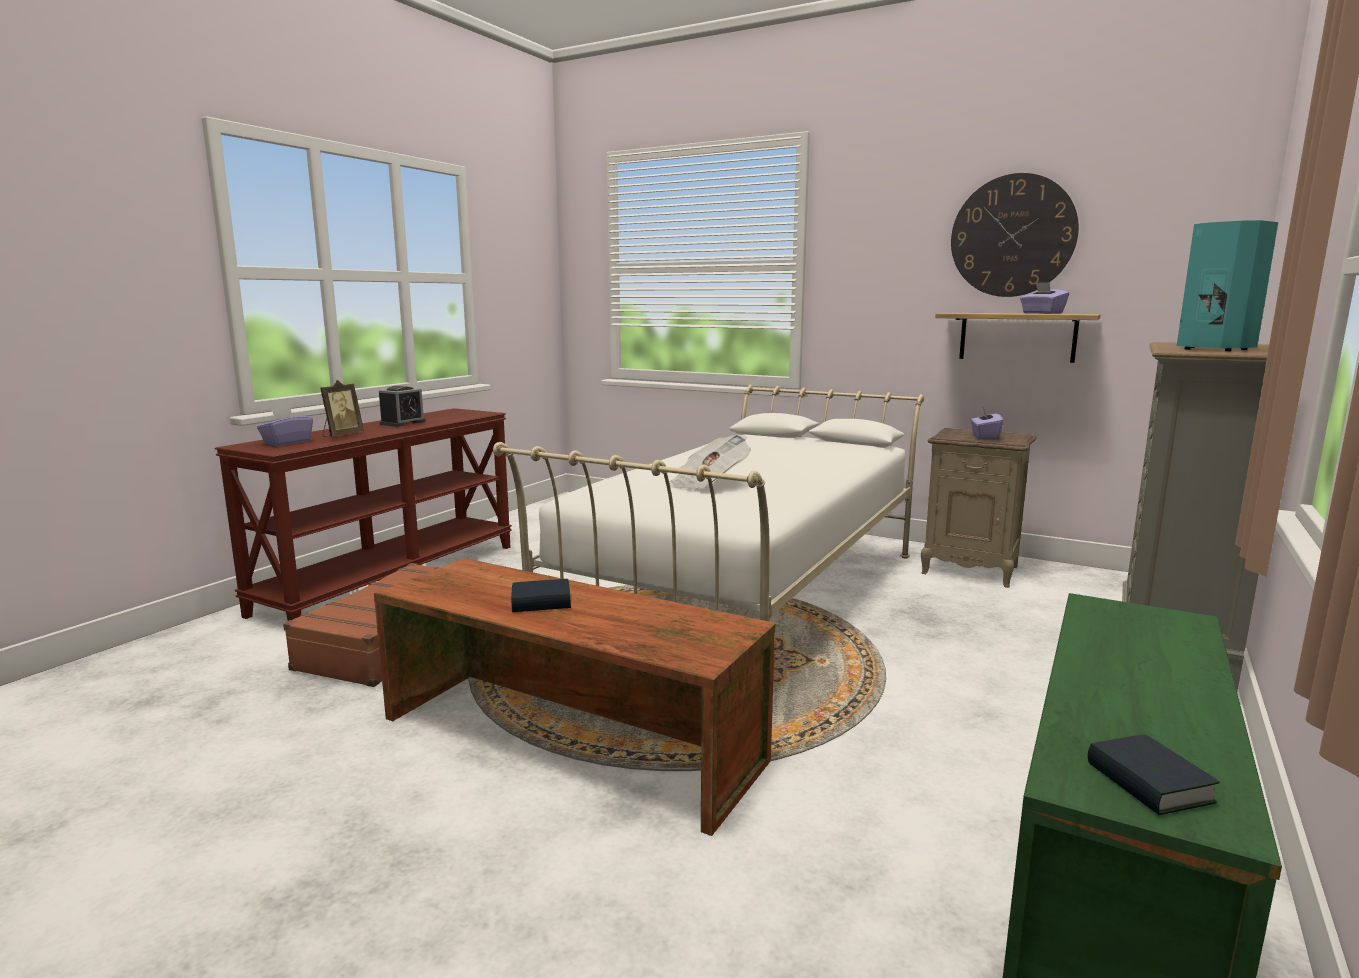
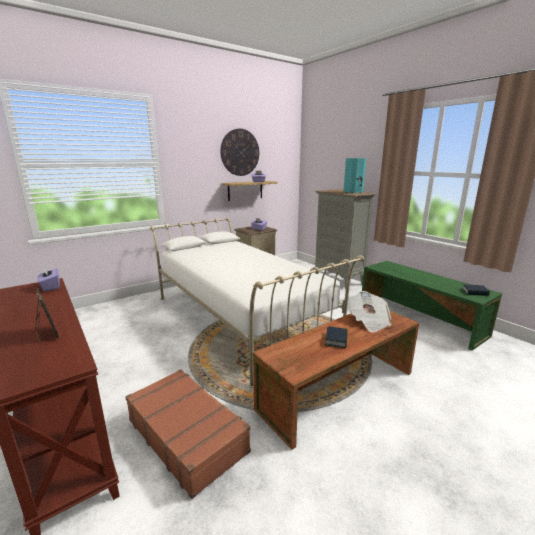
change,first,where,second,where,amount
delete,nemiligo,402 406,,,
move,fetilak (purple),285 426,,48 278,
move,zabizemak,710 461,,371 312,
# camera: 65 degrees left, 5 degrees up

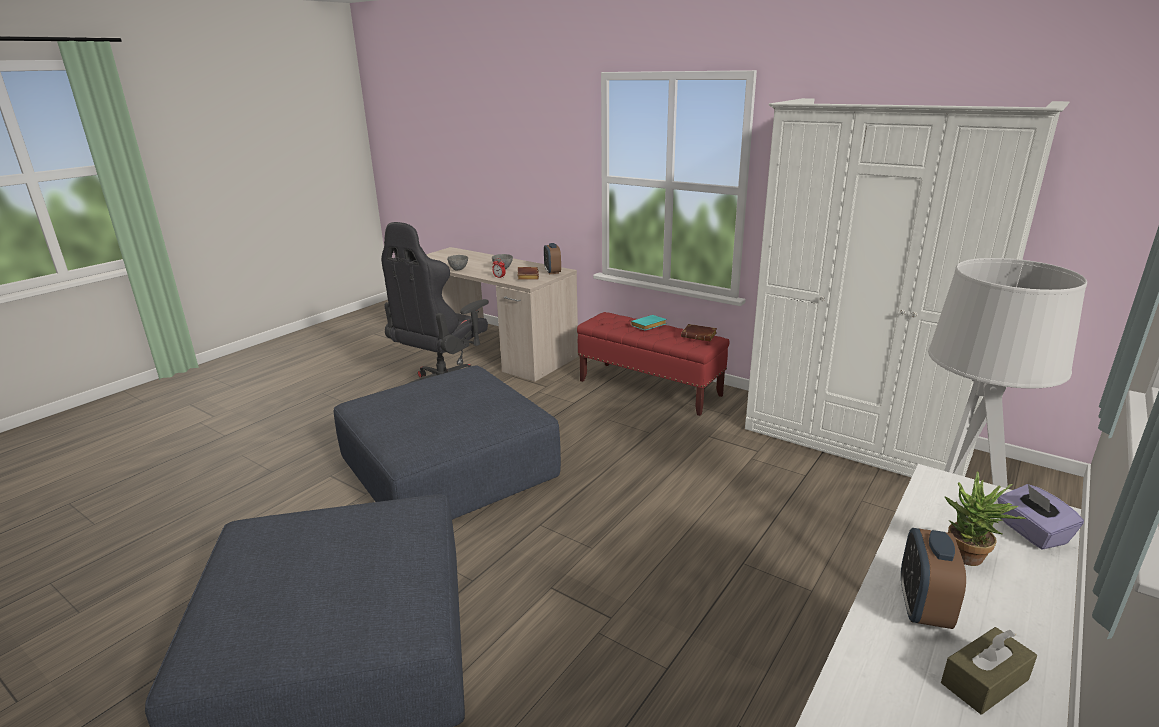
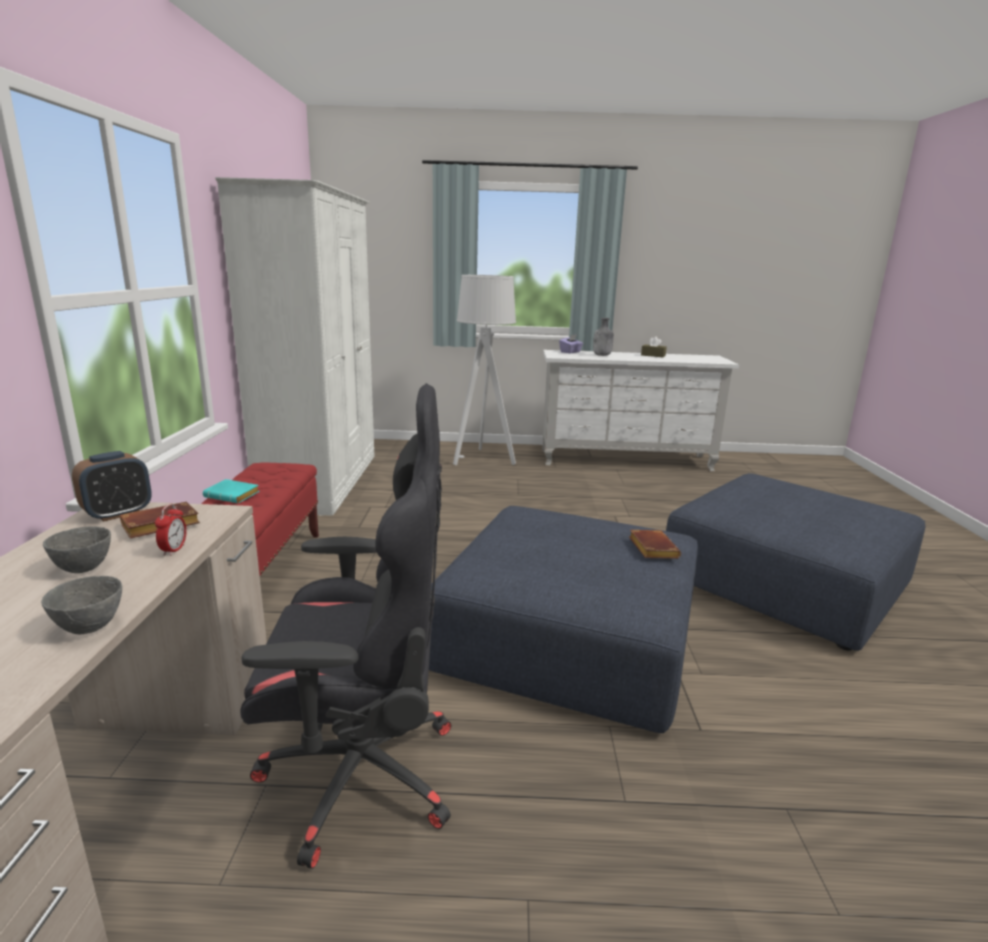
change,first,where,second,where,amount
delete,nemiligo,933 578,,,
move,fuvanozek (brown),699 332,,655 544,
replace,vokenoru,985 518,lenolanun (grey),603 337,
# camera: 125 degrees left, 5 degrees down

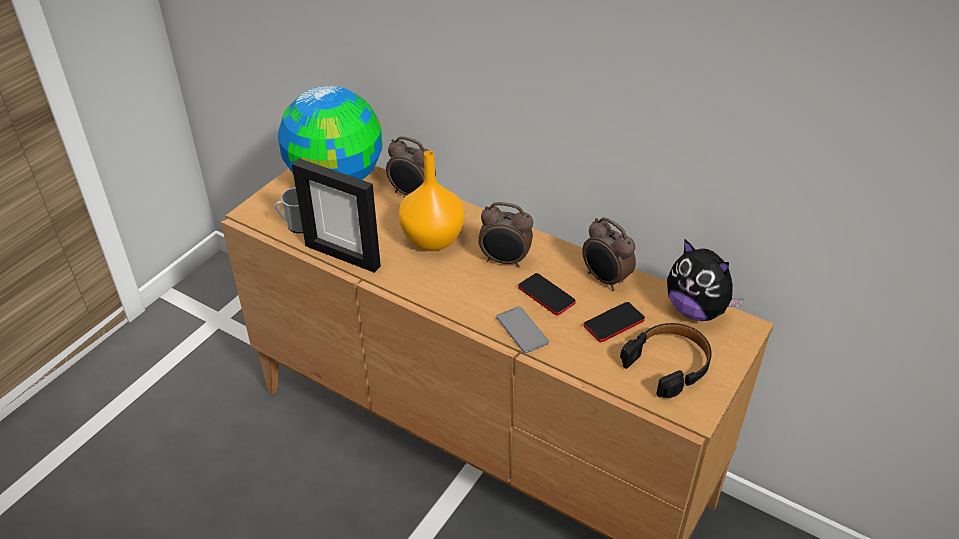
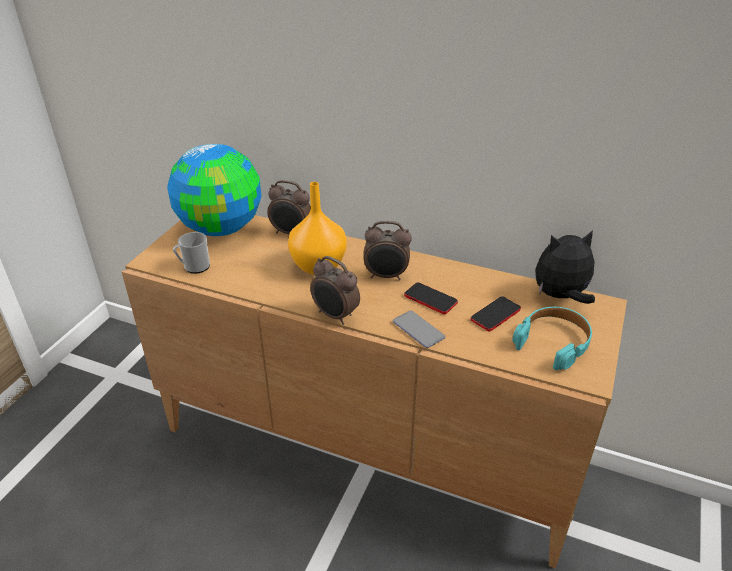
change,first,where,second,where,amount
delete,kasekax,336 215,,,
move,nemiligo,609 254,,335 290,
recolor,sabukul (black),666 360,sabukul (turquoise),552 338,
rotate,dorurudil,705 280,,565 267,135 degrees clockwise
# camera: 10 degrees left, 5 degrees down

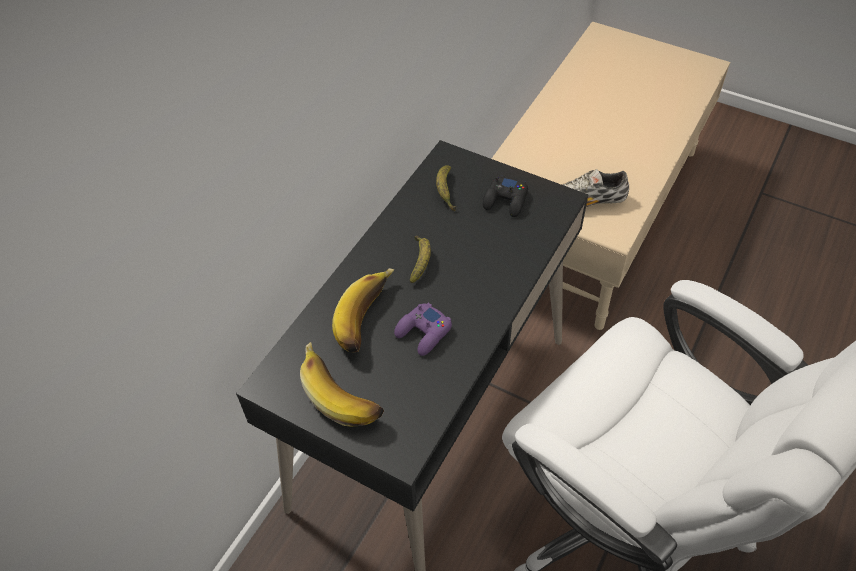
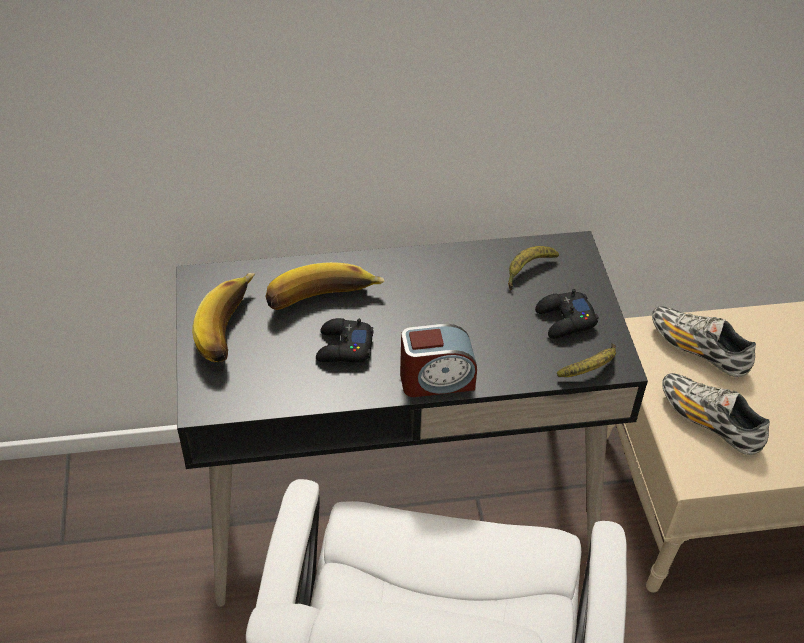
change,first,where,second,where,amount
insert,,,nemiligo,438 360,
insert,,,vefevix,704 341,
move,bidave,420 259,,586 360,
recolor,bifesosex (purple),423 329,bifesosex (black),344 340,
# camera: 50 degrees right, 5 degrees down

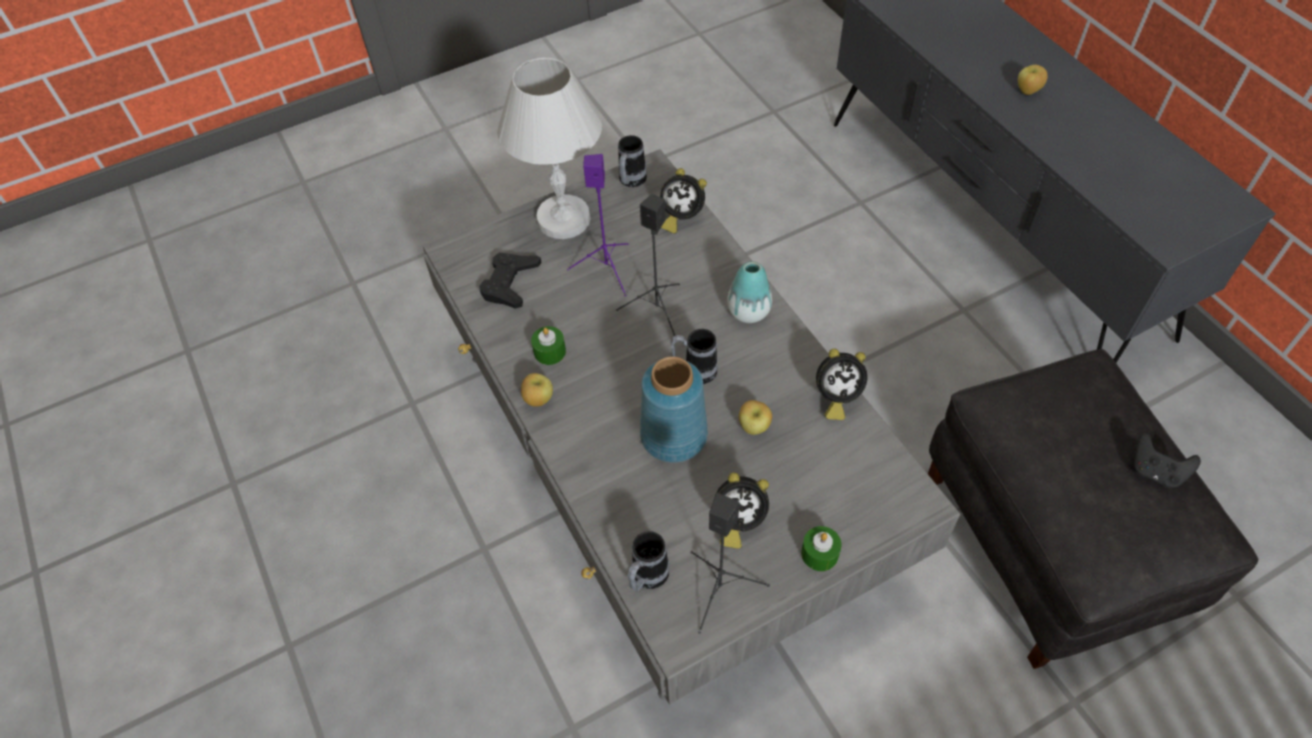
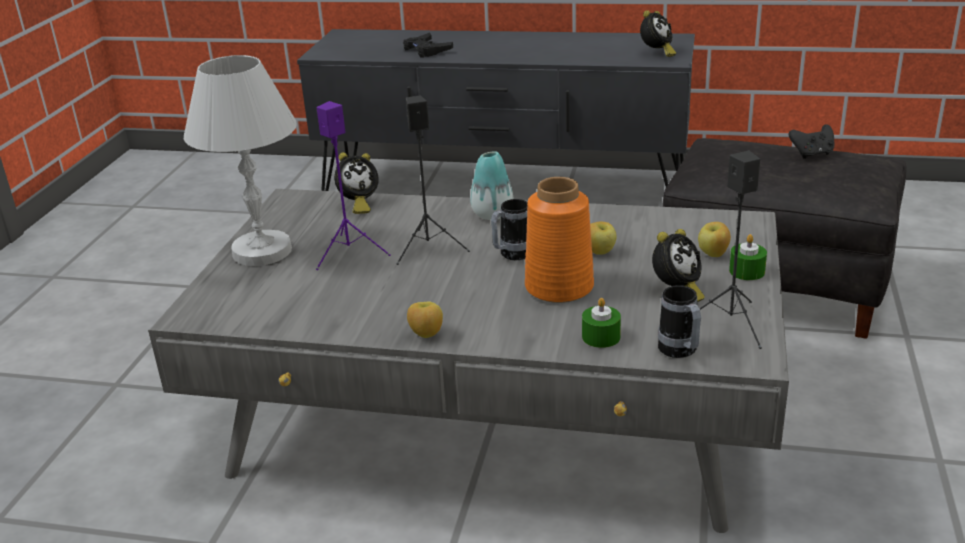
change,first,where,second,where,amount
delete,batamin,632 161,,,
move,bifesosex (black),510 280,,428 45,
move,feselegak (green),548 345,,601 323,
move,nemiligo,842 384,,658 33,
move,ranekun,1033 80,,714 239,
recolor,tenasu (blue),674 409,tenasu (orange),559 240,
# camera: 50 degrees left, 25 degrees down

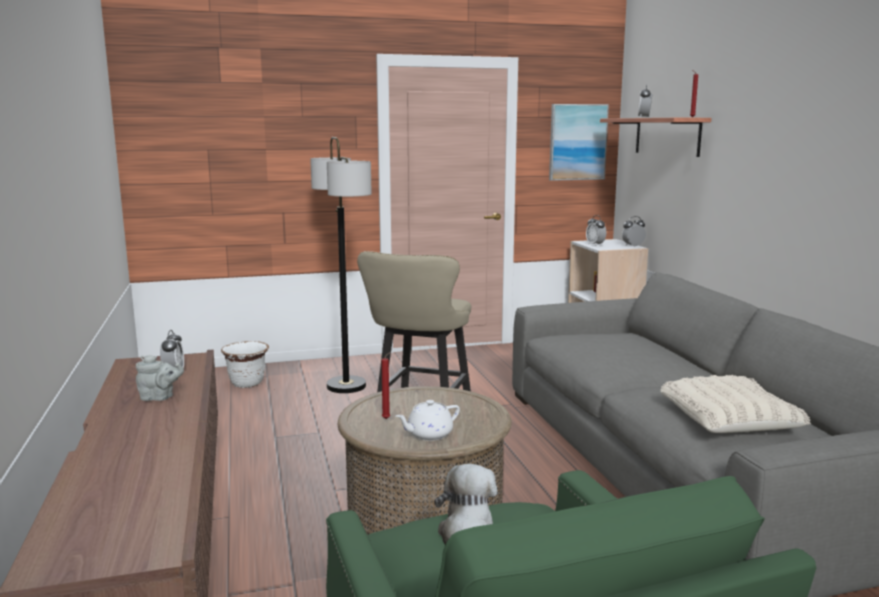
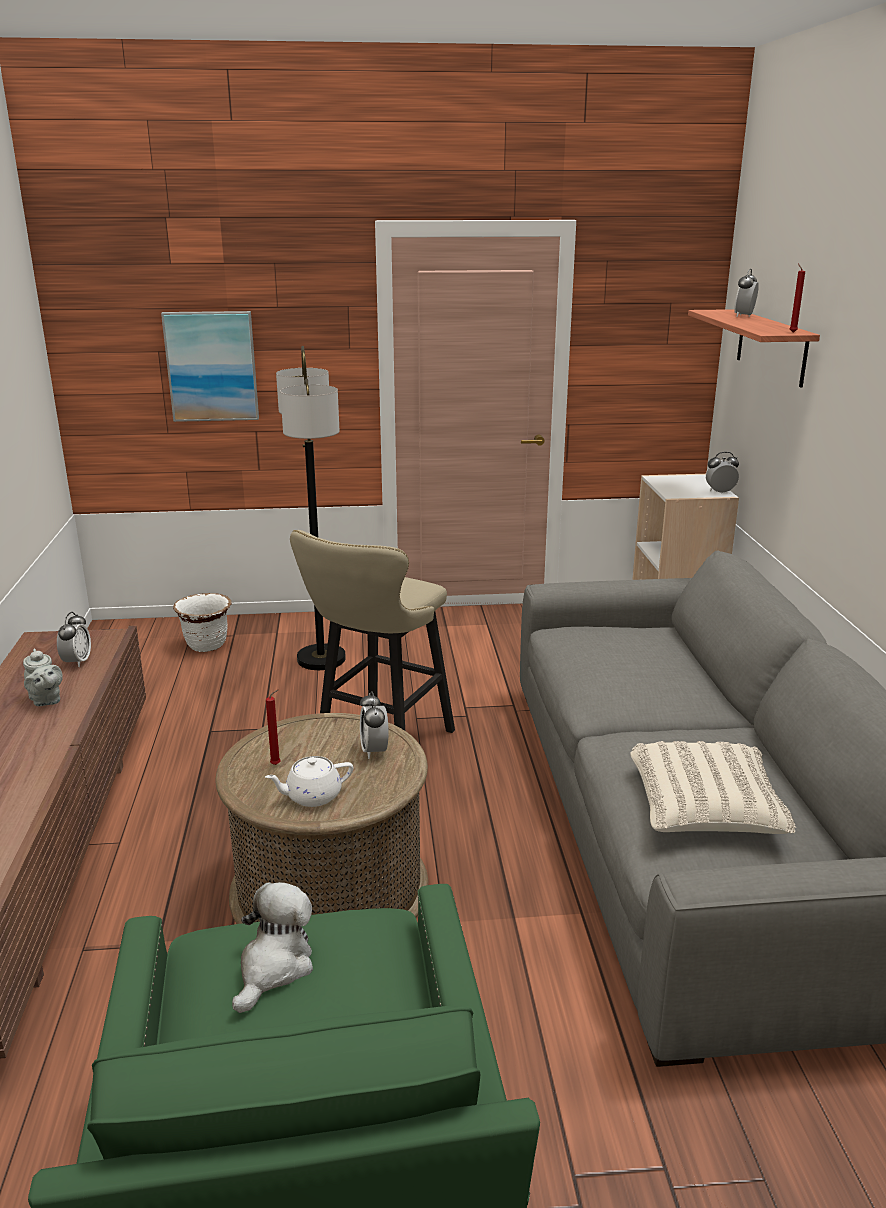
change,first,where,second,where,amount
move,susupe,579 142,,210 366,
move,nemiligo,596 230,,374 725,
rotate,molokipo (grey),160 378,,43 677,45 degrees clockwise
# camera: 10 degrees right, 10 degrees up

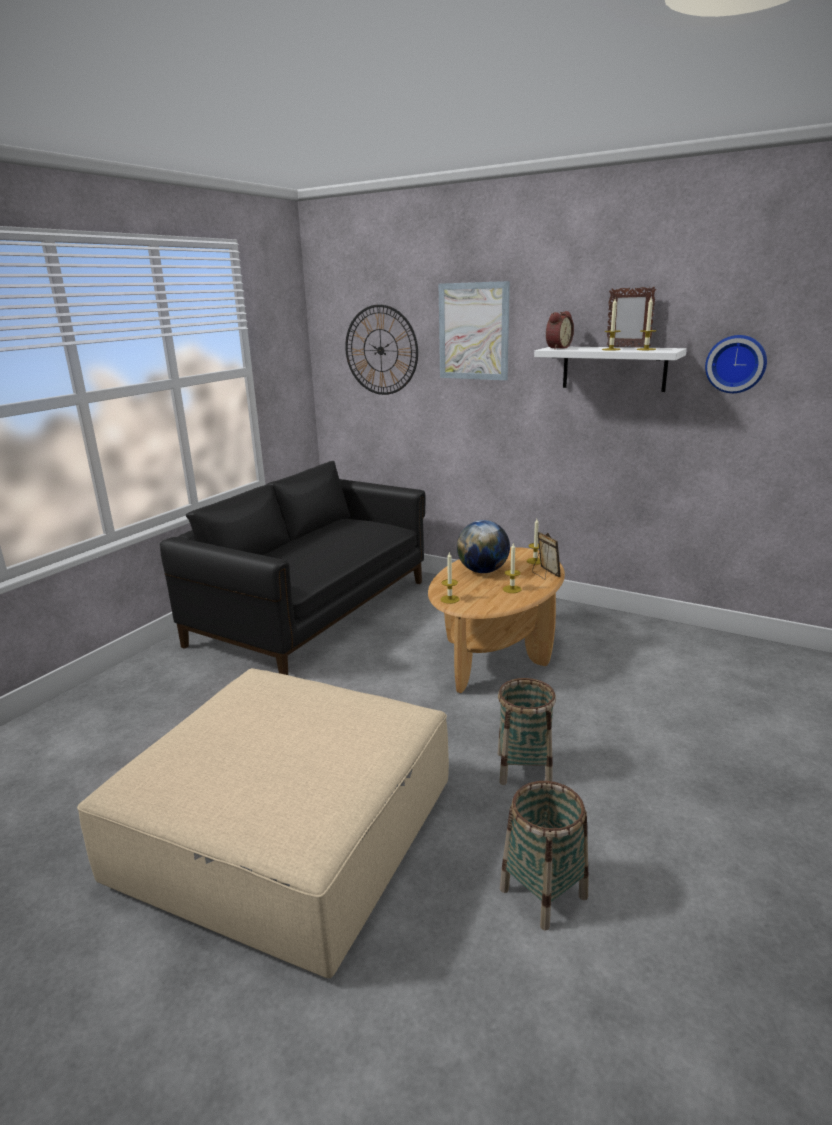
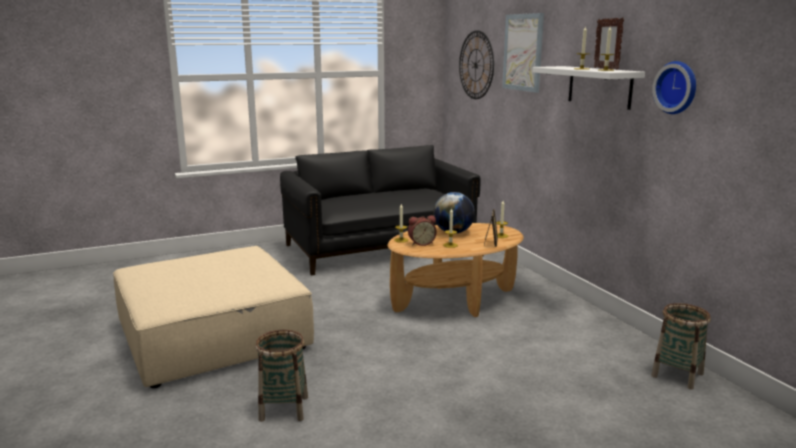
change,first,where,second,where,amount
move,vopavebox,527 731,,681 346,
move,nemiligo,560 330,,422 230,
# camera: 35 degrees right, 5 degrees down

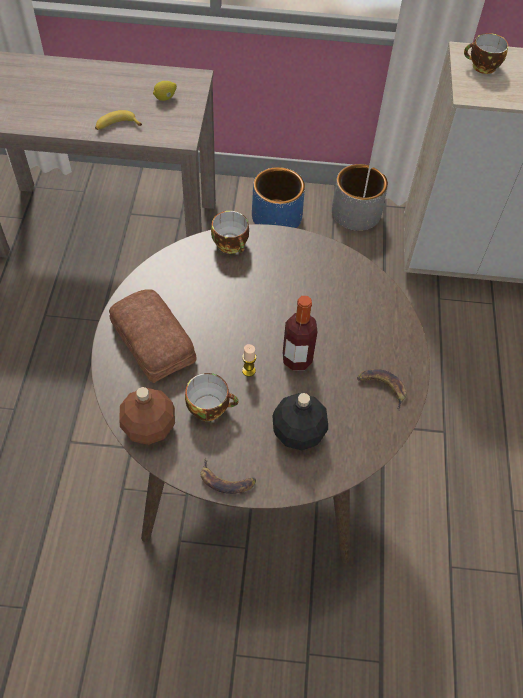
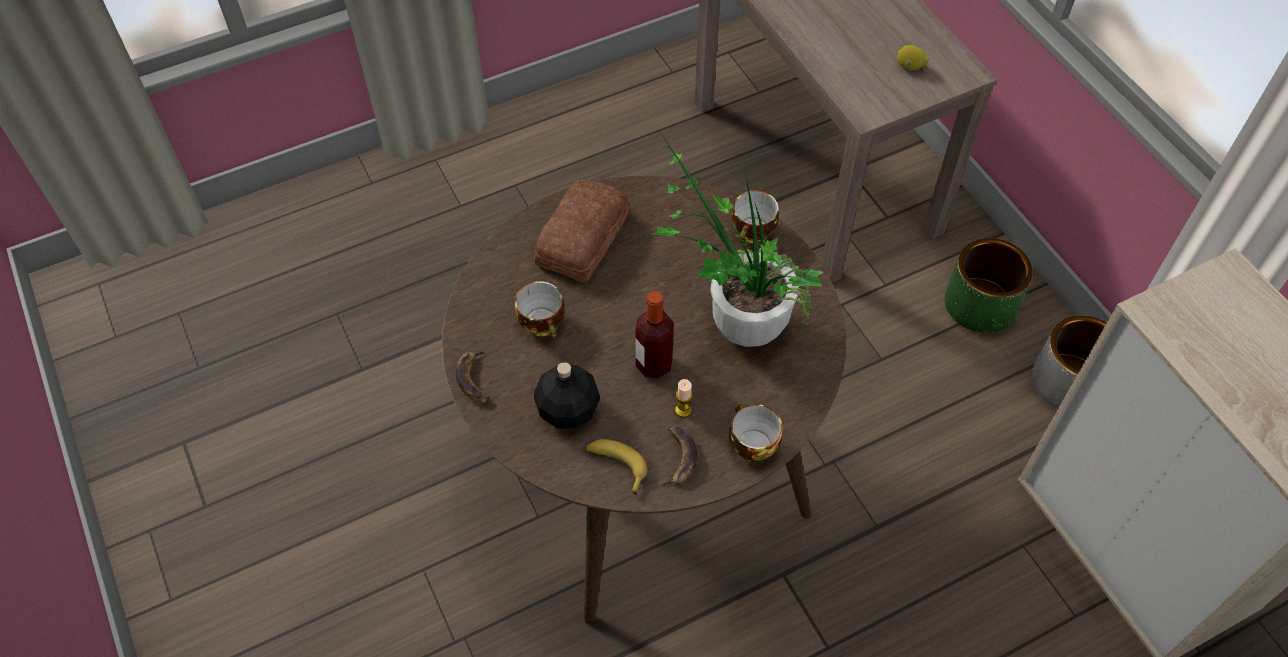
change,first,where,second,where,amount
delete,lenolanun (brown),147 416,,,
insert,,,vokenoru,735 237,
move,bidave,118 120,,616 467,
move,feselegak,249 360,,684 398,
move,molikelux,486 53,,756 432,
recolor,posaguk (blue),278 197,posaguk (green),989 285,
# camera: 60 degrees right, 0 degrees up

